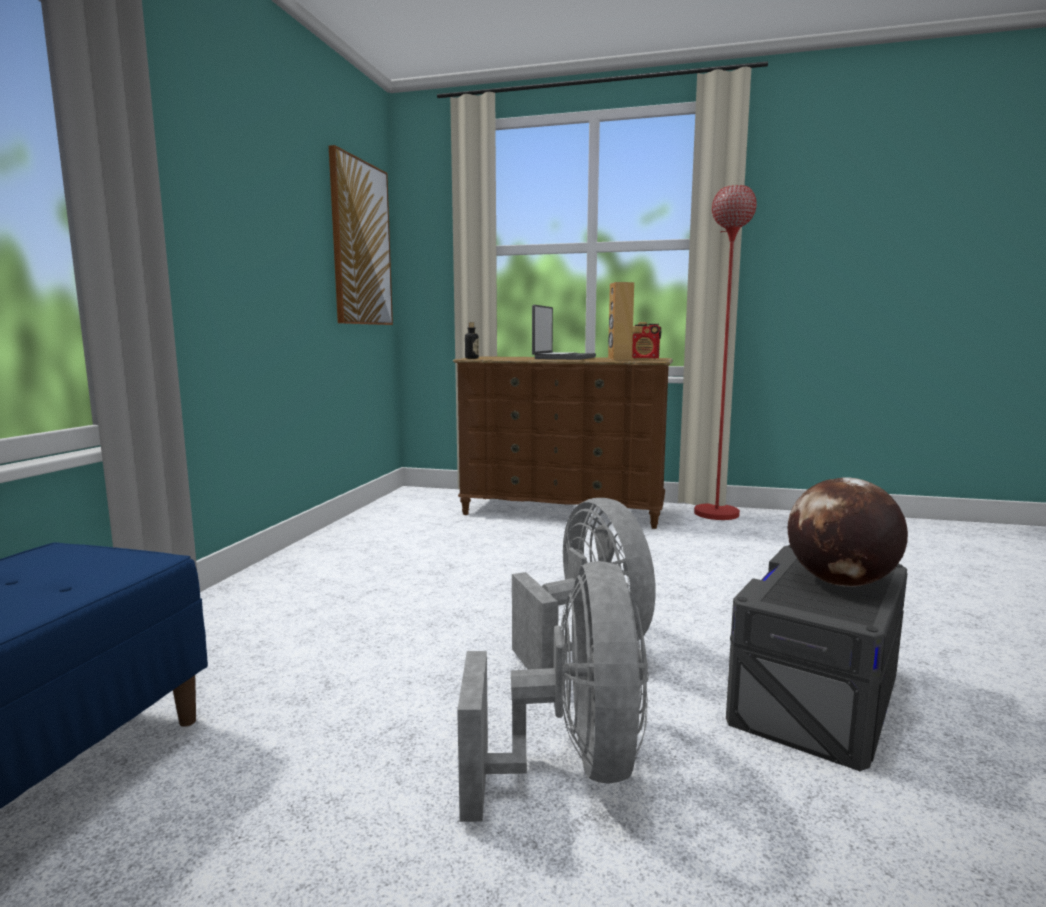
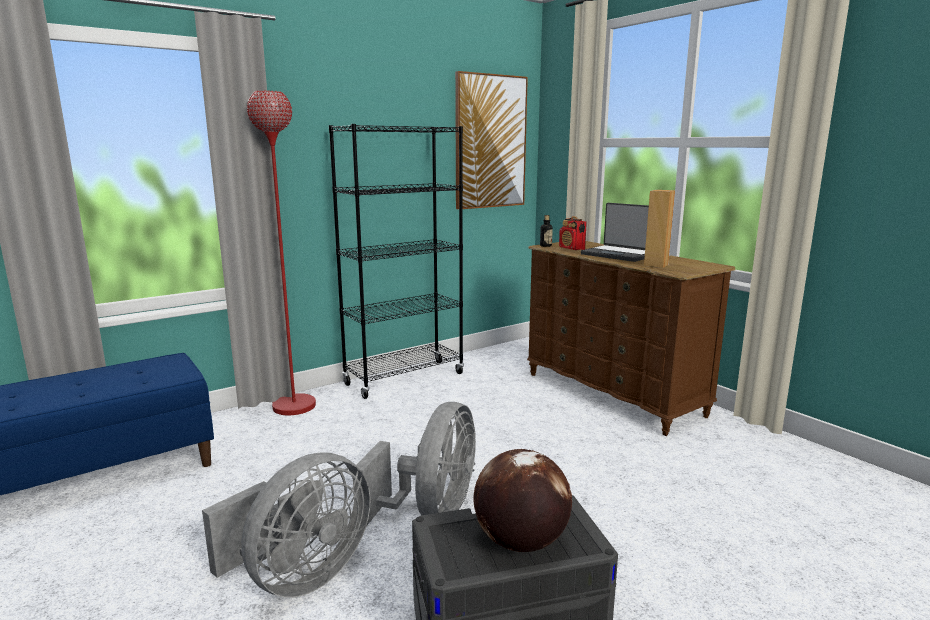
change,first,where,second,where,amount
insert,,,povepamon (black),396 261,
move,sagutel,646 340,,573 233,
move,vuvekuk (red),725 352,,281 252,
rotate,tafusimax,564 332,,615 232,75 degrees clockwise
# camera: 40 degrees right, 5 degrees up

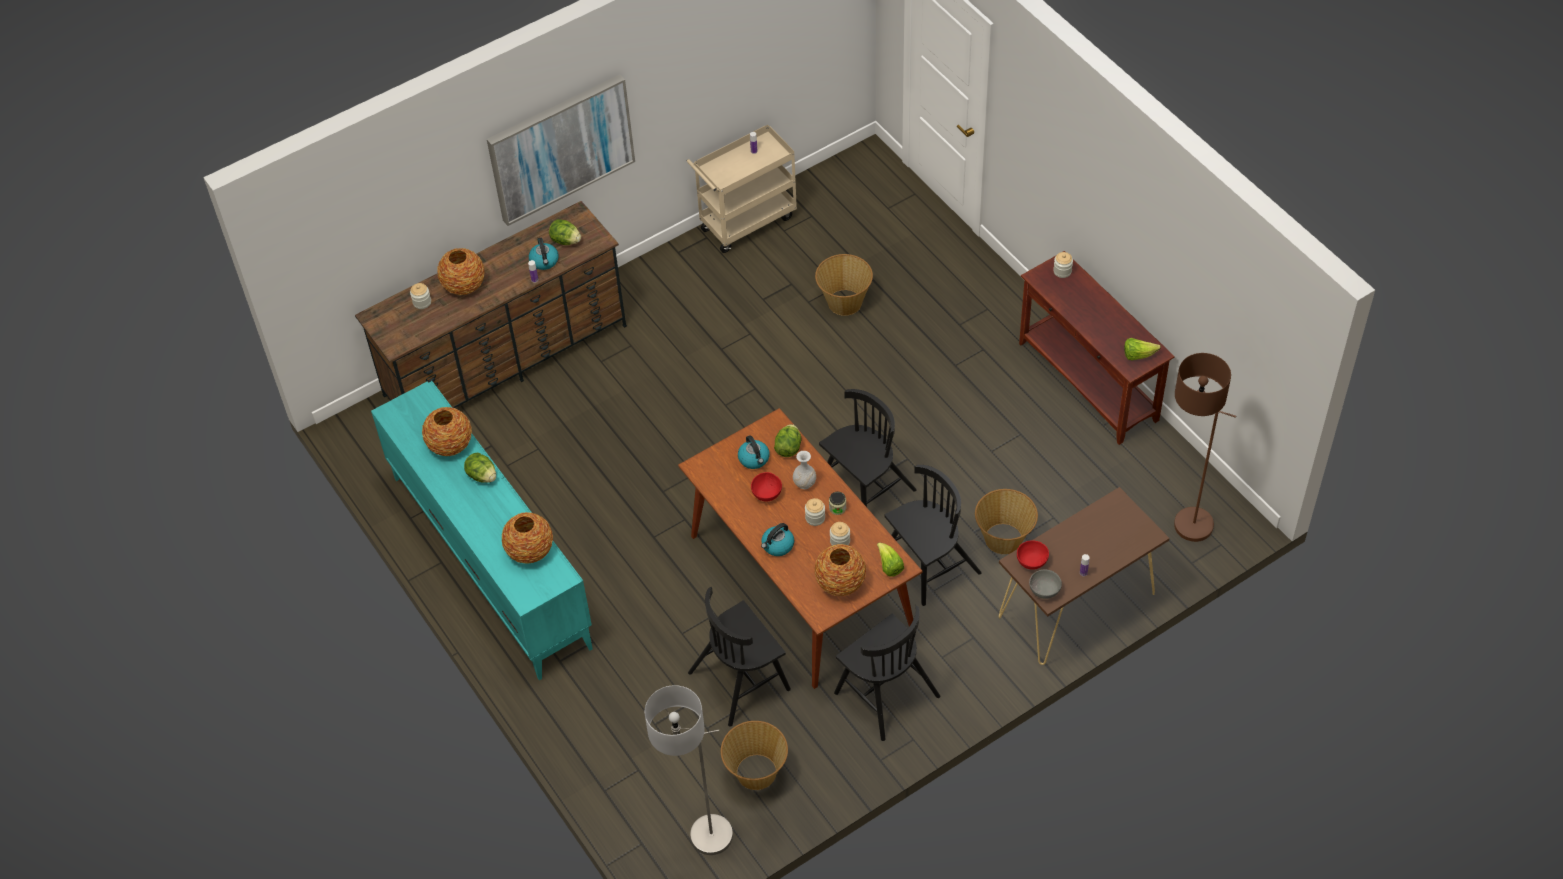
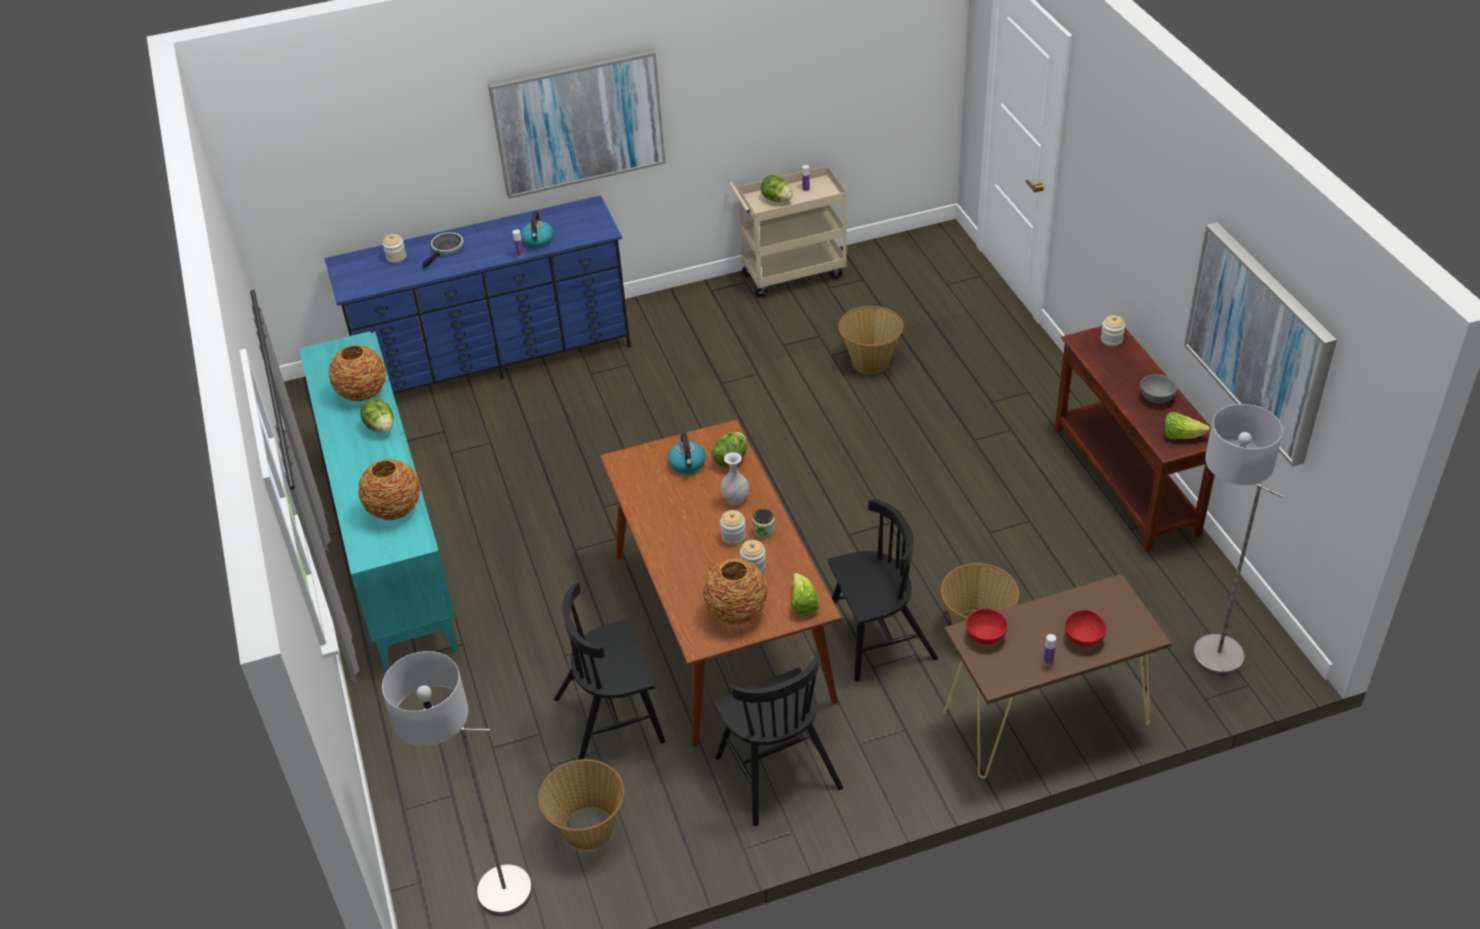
change,first,where,second,where,amount
delete,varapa,777 539,,,
delete,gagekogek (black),868 448,,,
insert,,,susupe,1260 344,
move,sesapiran,565 232,,777 188,
move,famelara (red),766 486,,1086 628,
move,famelara (grey),1045 584,,1158 388,
replace,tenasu,460 271,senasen,443 250,
recolor,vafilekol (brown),491 304,vafilekol (blue),477 294,
recolor,vuvekuk (brown),1205 447,vuvekuk (grey),1238 540,
# camera: 15 degrees right, 10 degrees down

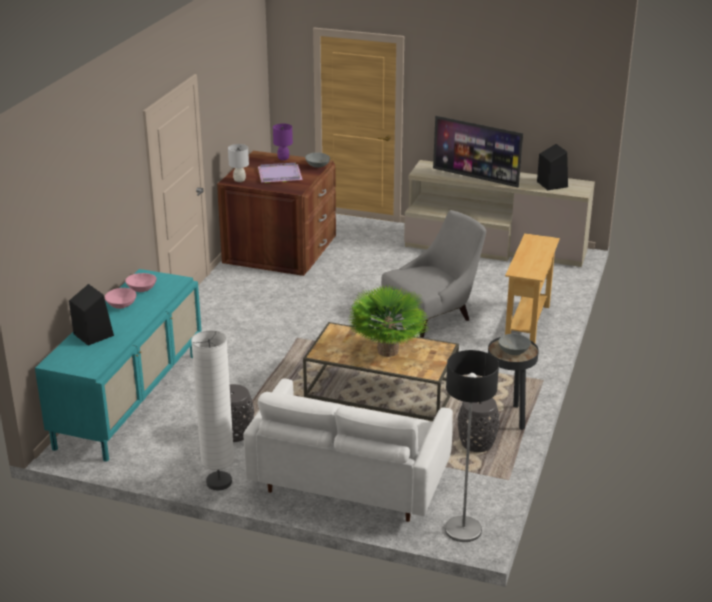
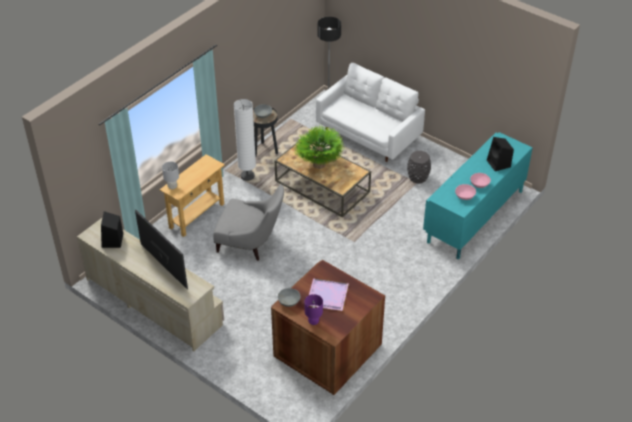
change,first,where,second,where,amount
delete,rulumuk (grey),478 425,,,
move,vuvekuk (white),212 410,,245 140,
move,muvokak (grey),238 163,,170 175,
rotate,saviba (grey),433 274,,248 222,150 degrees counterclockwise
# camera: 160 degrees left, 15 degrees up

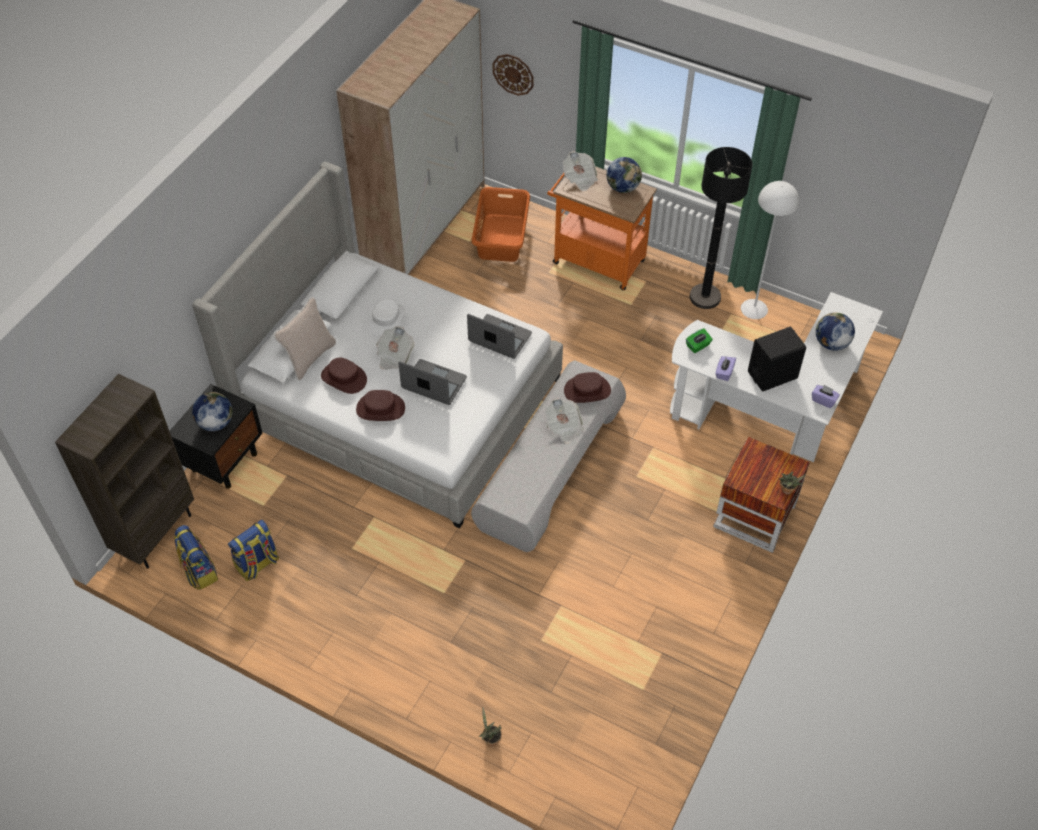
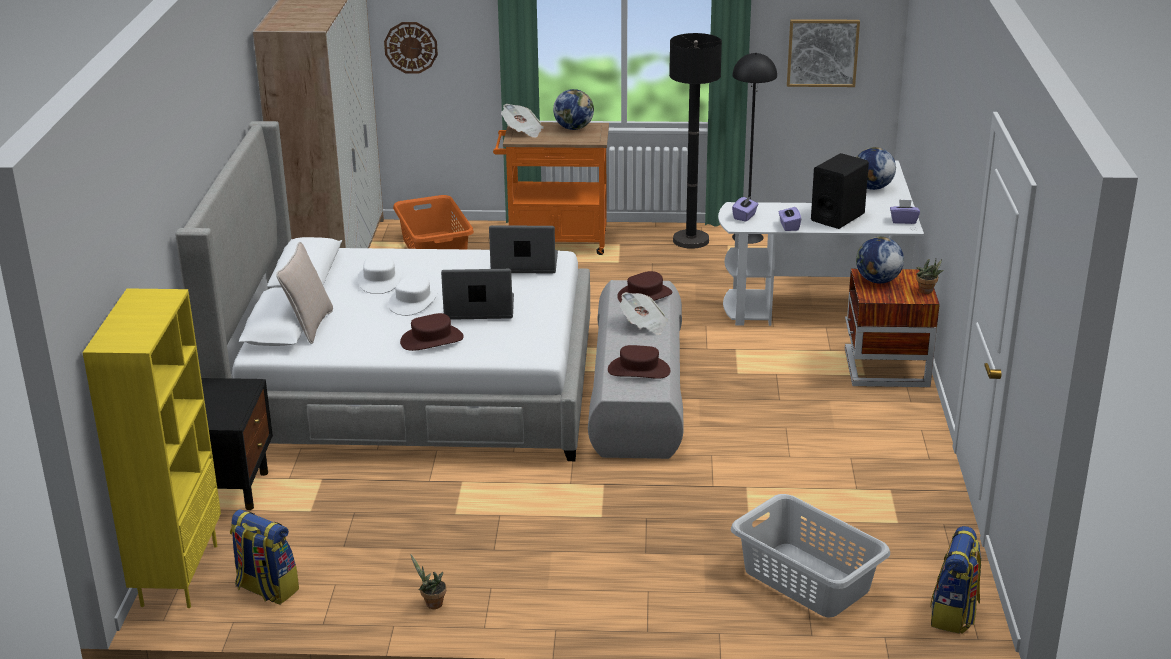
change,first,where,second,where,amount
insert,,,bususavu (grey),810 555,
insert,,,susupe,823 53,
move,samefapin,212 411,,880 260,
move,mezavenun,253 550,,955 580,
move,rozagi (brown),344 376,,639 362,
move,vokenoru,490 727,,428 582,
replace,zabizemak,395 348,rozagi (white),413 295,
recolor,povepamon (brown),124 471,povepamon (yellow),152 448,
recolor,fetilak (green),699 341,fetilak (purple),745 209,
recolor,vuvekuk (white),770 250,vuvekuk (black),754 148,
# camera: 25 degrees left, 25 degrees down

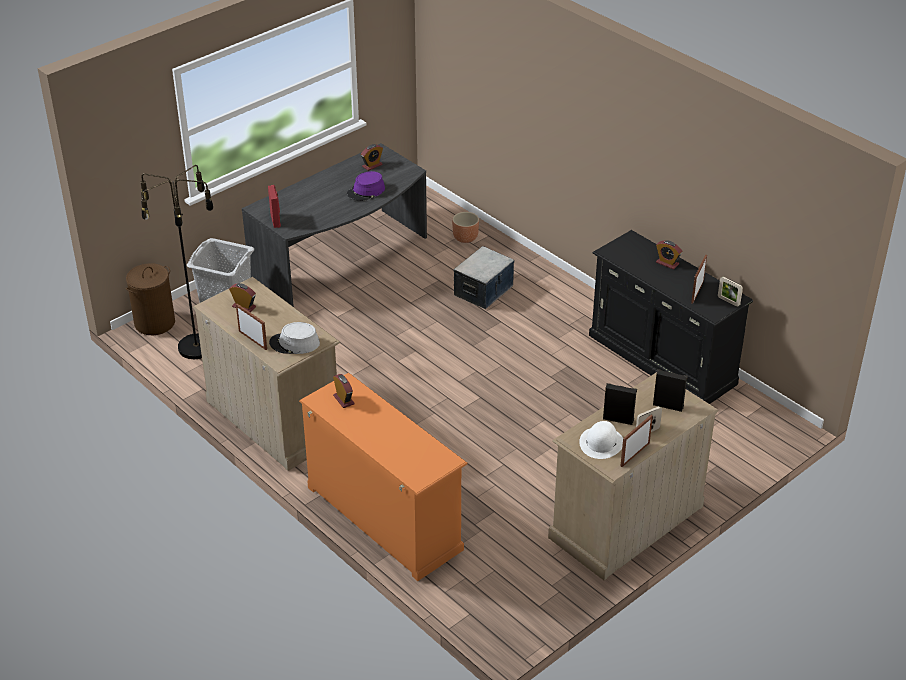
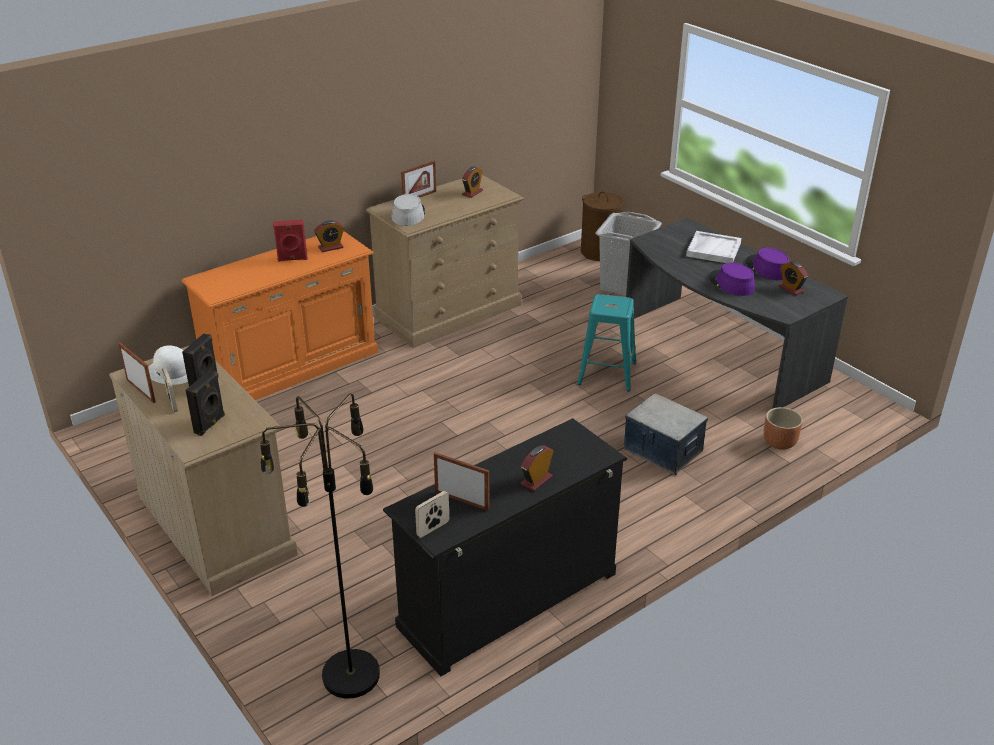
change,first,where,second,where,amount
insert,,,rulumuk (turquoise),607 342,
insert,,,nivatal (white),713 247,
insert,,,rozagi (purple),767 264,
move,vuvekuk,177 262,,320 546,
move,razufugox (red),274 206,,290 241,
# camera: 95 degrees right, 5 degrees down

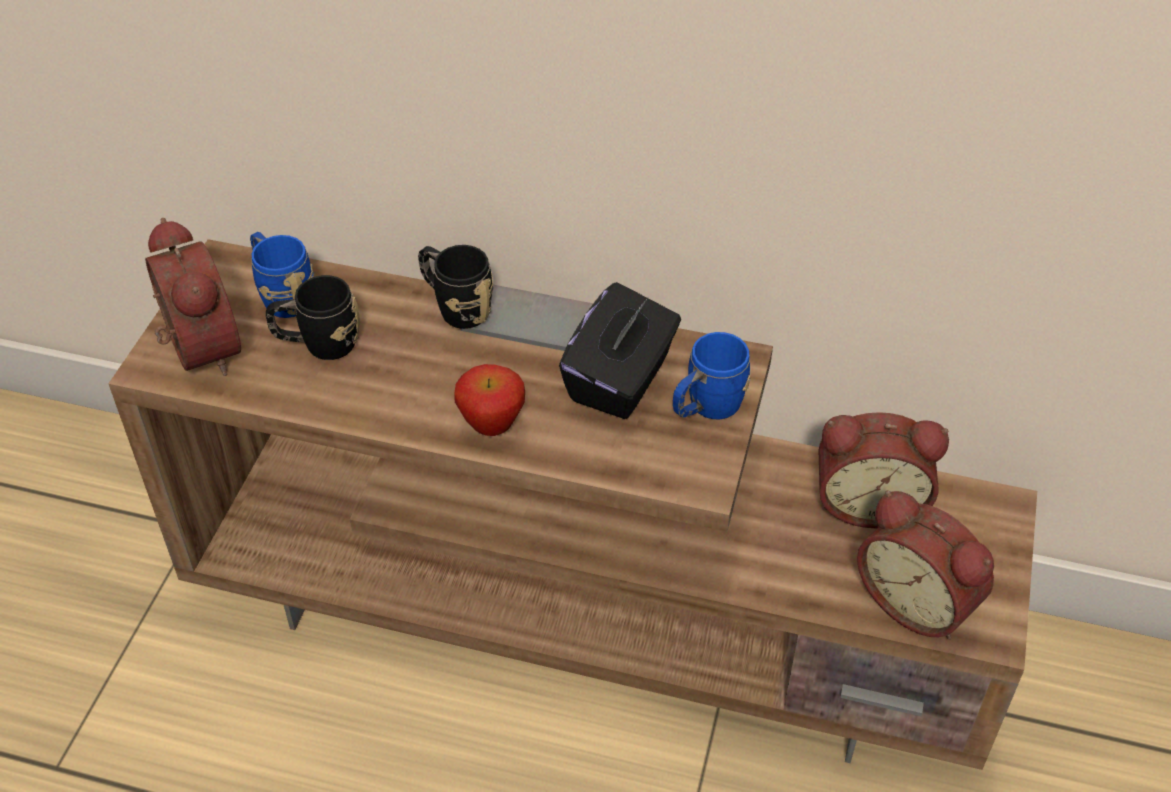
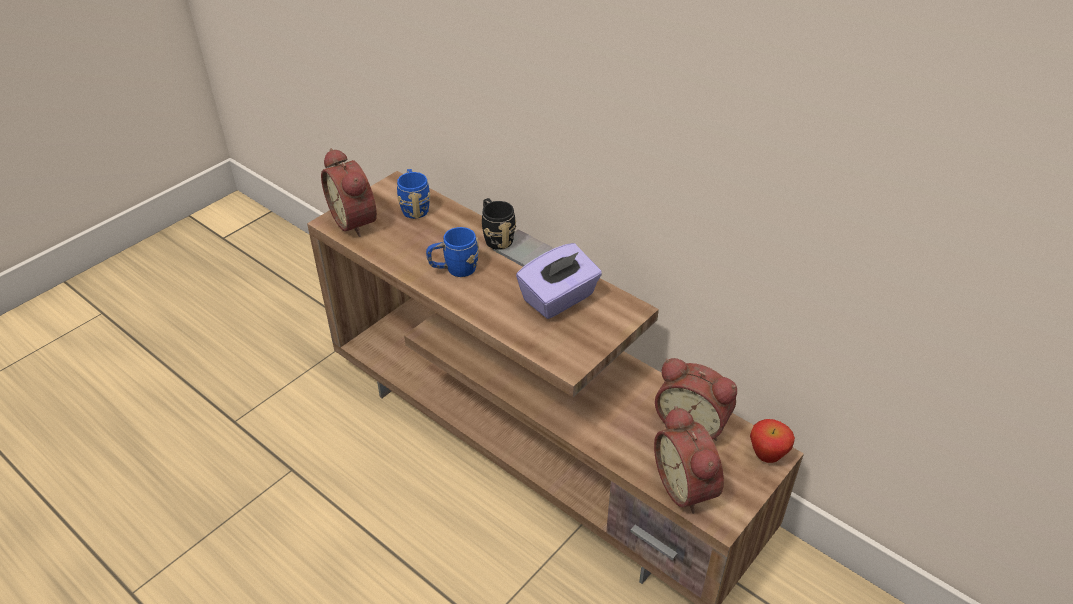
change,first,where,second,where,amount
delete,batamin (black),312 317,,,
move,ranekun,489 400,,772 441,
move,batamin (blue),712 375,,452 252,
recolor,fetilak (black),620 350,fetilak (purple),559 281,
rotate,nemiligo,193 297,,349 192,150 degrees clockwise
# camera: 25 degrees right, 5 degrees down

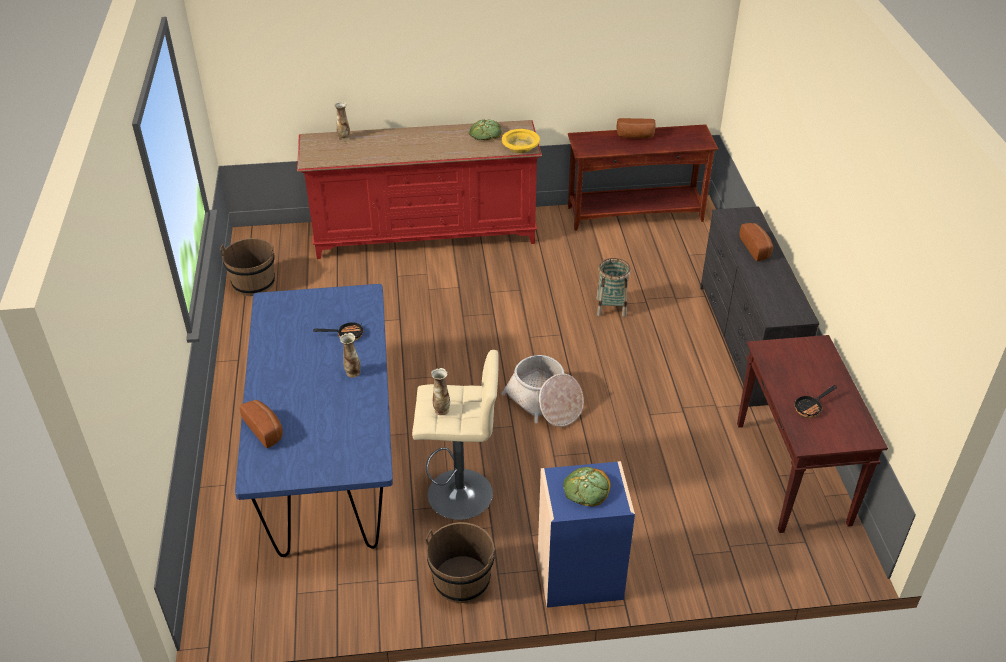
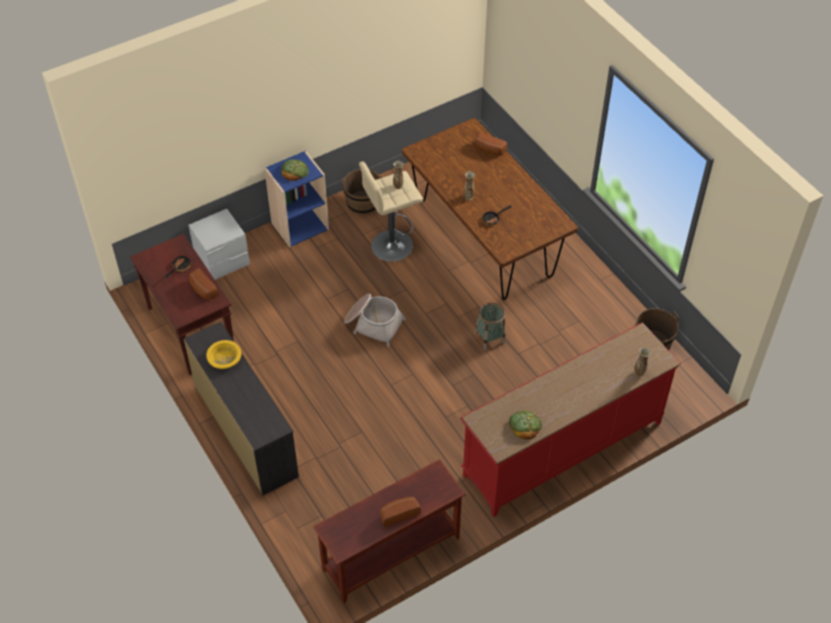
change,first,where,second,where,amount
insert,,,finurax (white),219 244,
move,famelara (yellow),521 141,,223 354,
move,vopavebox,614 287,,490 326,
move,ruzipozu,756 242,,204 284,
recolor,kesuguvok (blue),314 420,kesuguvok (brown),490 209,
# camera: 155 degrees right, 10 degrees up

